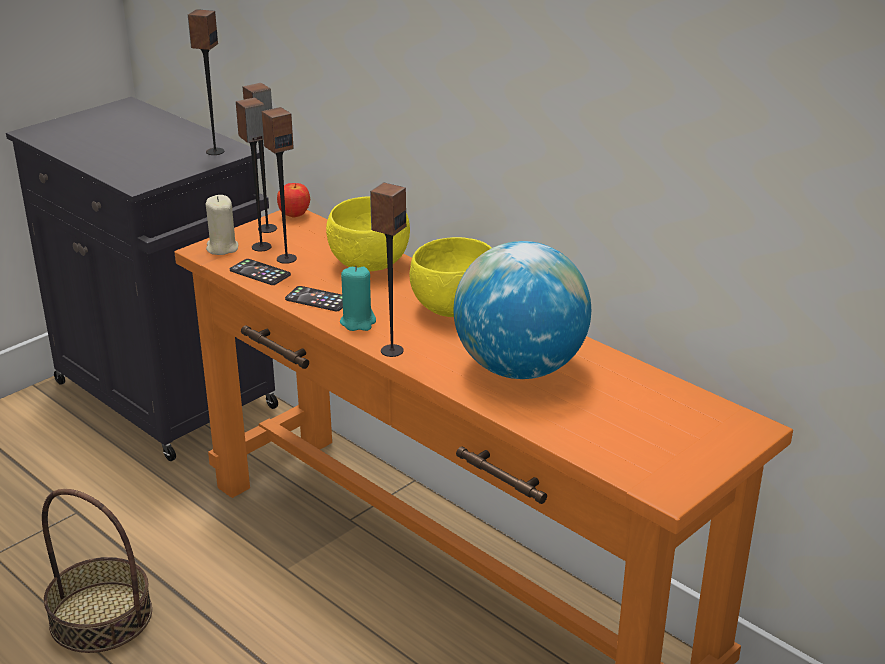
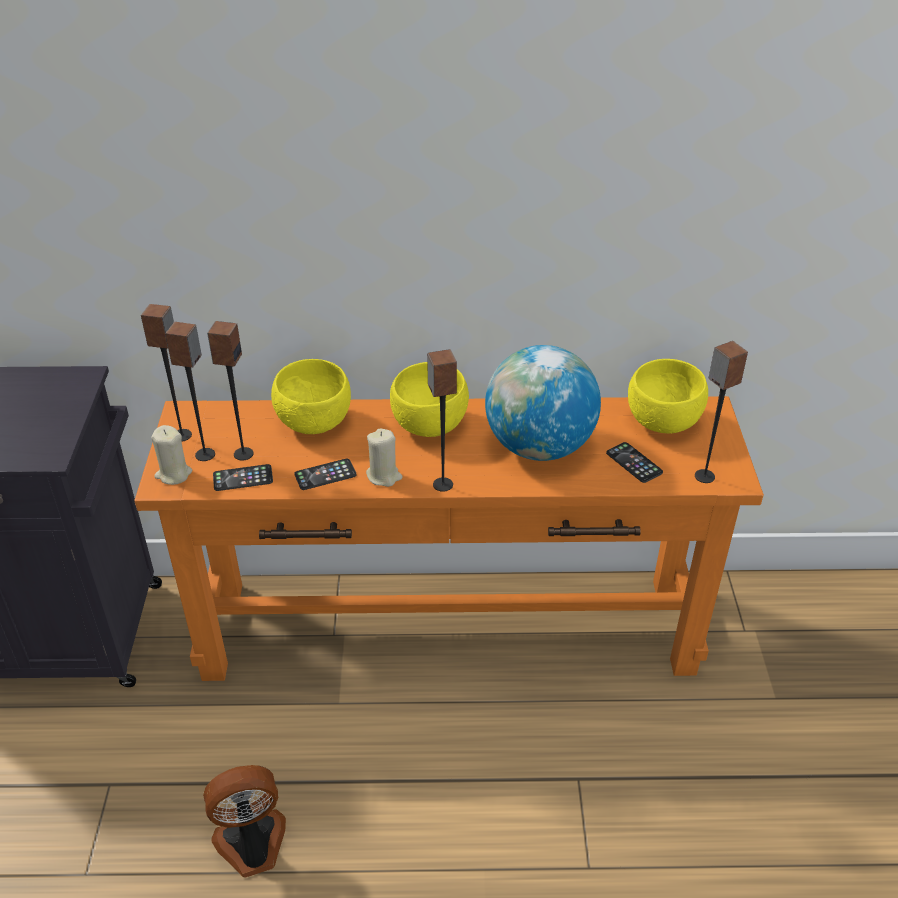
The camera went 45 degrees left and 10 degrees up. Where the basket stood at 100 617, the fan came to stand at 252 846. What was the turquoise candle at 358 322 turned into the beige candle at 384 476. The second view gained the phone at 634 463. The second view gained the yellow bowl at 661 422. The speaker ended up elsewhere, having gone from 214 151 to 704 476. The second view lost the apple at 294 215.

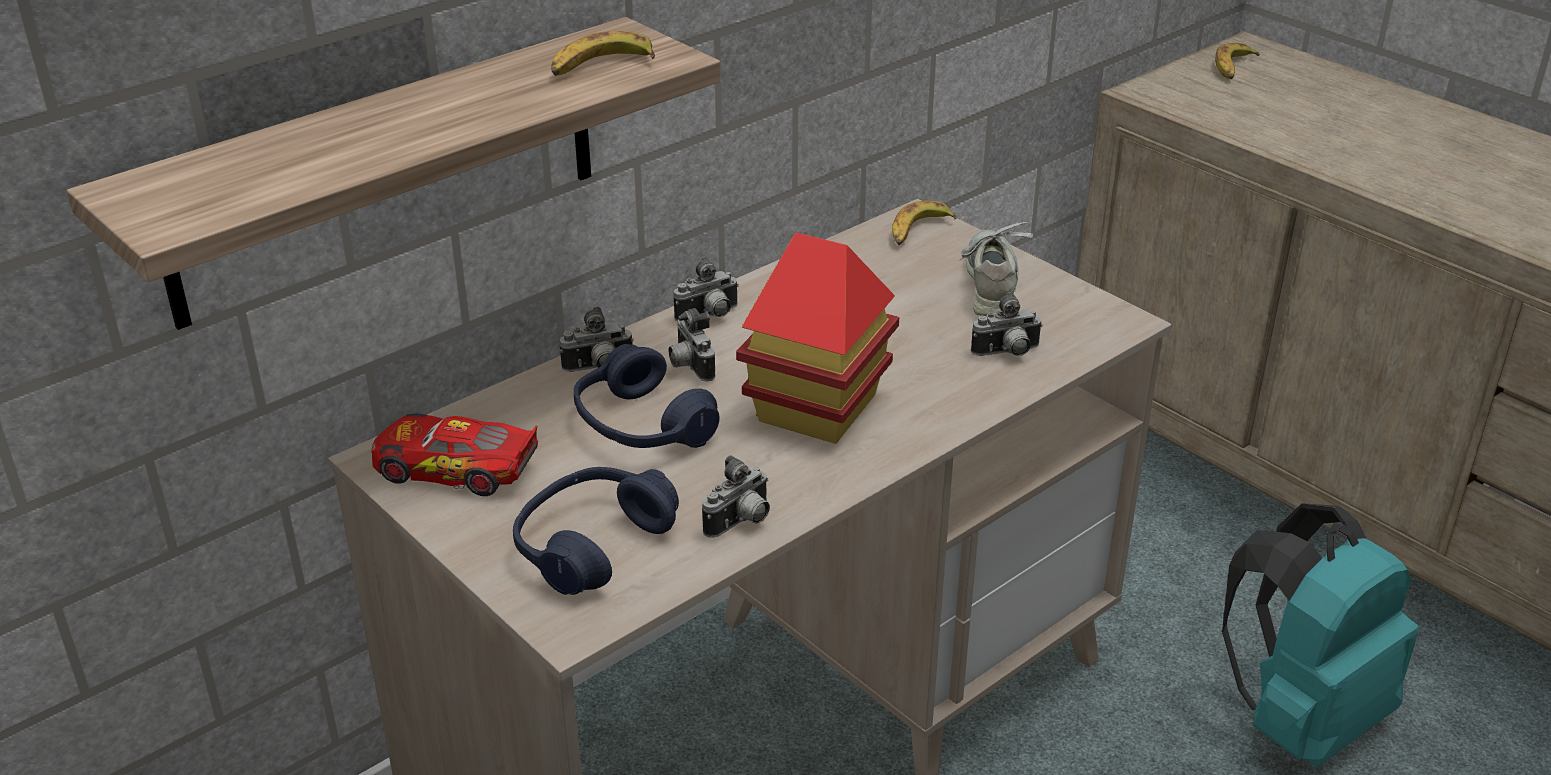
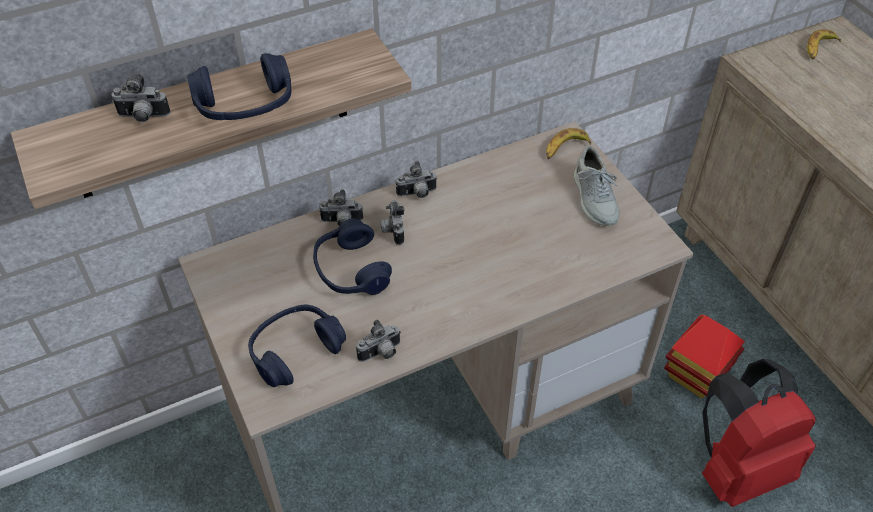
The camera went 15 degrees right and 15 degrees up. The photo camera ended up elsewhere, having gone from 1007 353 to 143 117. The second view gained the blue headphones at 245 105. The grey shoe at 992 283 ended up facing another way, 150 degrees clockwise from before. The toy house ended up elsewhere, having gone from 817 408 to 696 374. What was the turquoise backpack at 1300 718 turned into the red backpack at 738 468. The second view lost the toy car at 455 468. The second view lost the banana at 601 66.

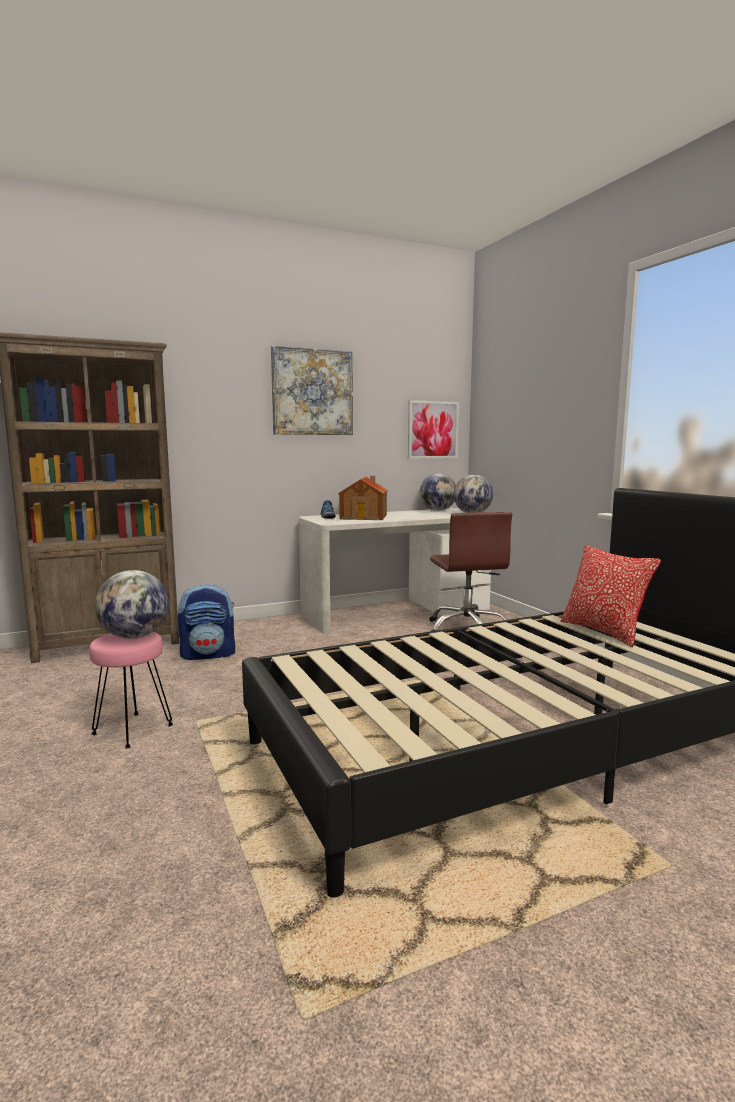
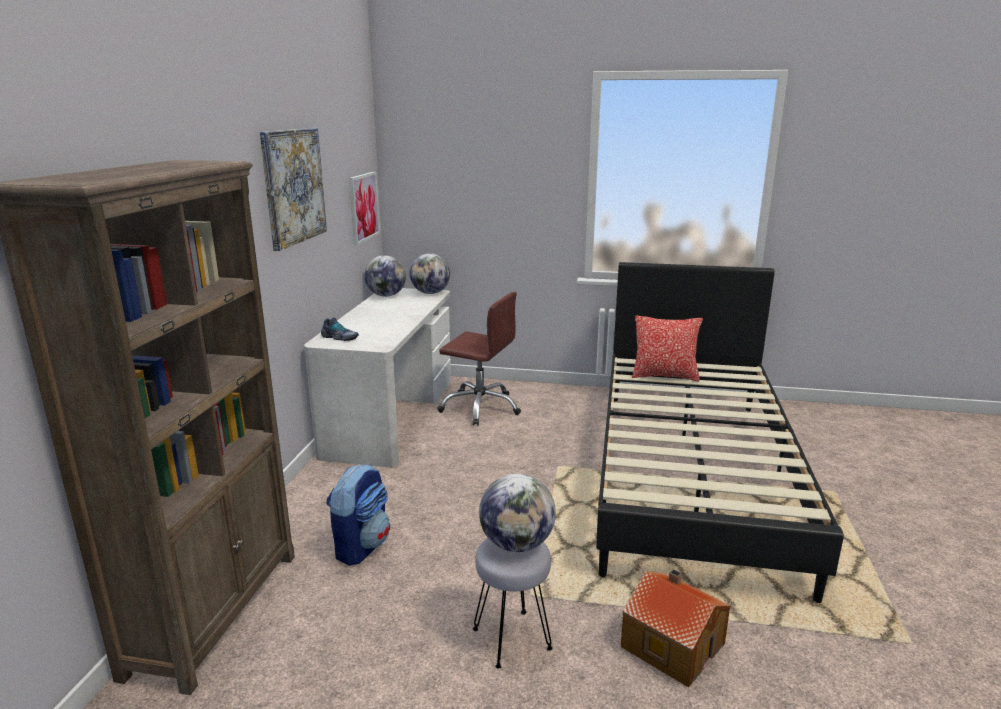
The camera went 55 degrees left and 10 degrees up. What was the pink stool at 133 730 turned into the grey stool at 513 638. The toy house ended up elsewhere, having gone from 364 517 to 672 643.

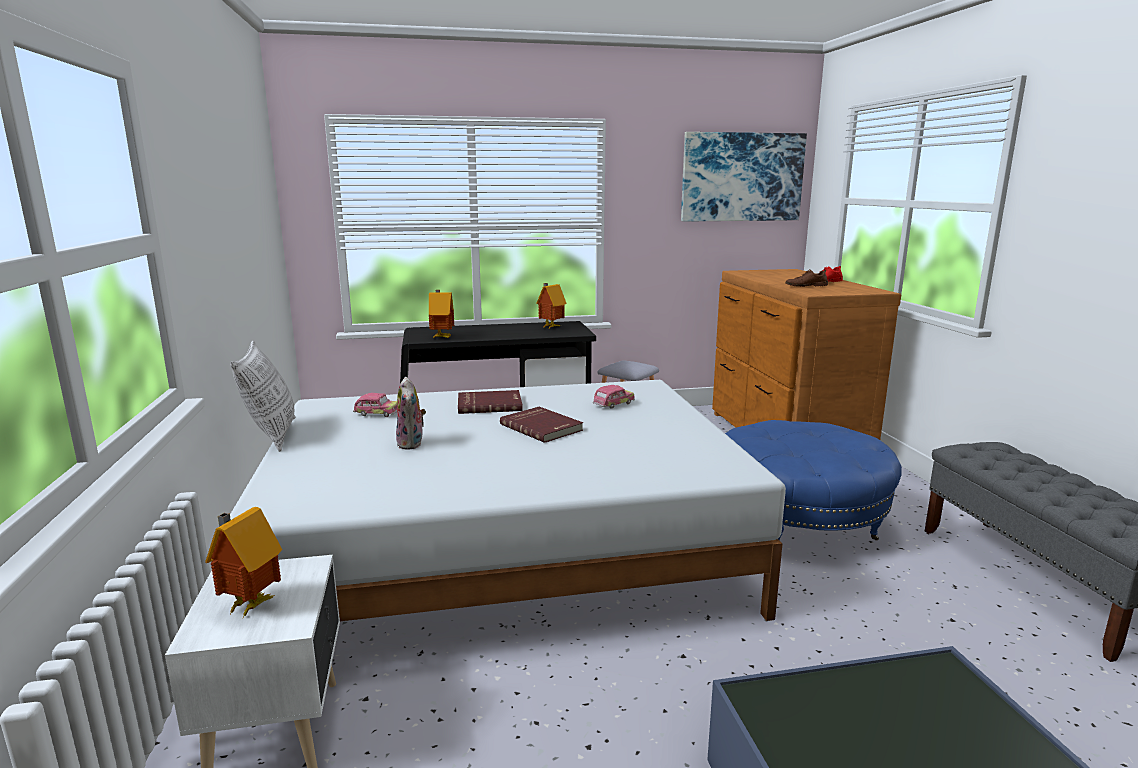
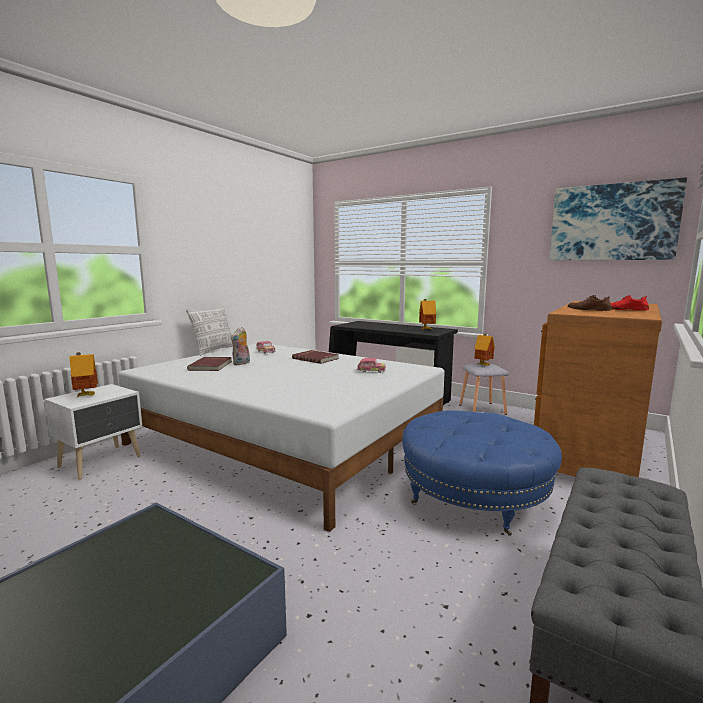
The camera went 45 degrees right and 5 degrees down. The red book ended up elsewhere, having gone from 542 427 to 211 366. The toy house ended up elsewhere, having gone from 442 337 to 483 365.

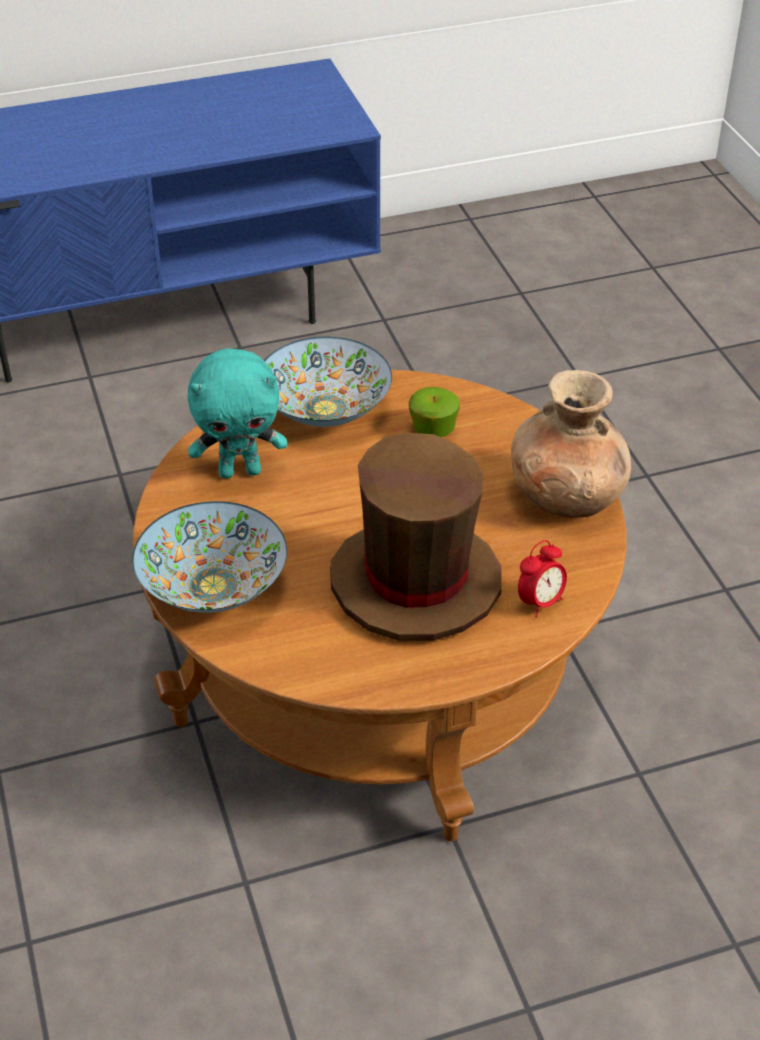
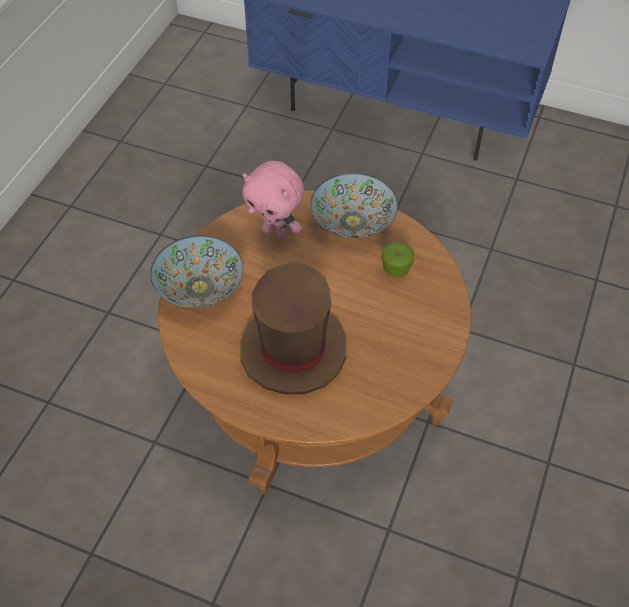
The camera went 40 degrees right and 10 degrees up. What was the turquoise plush toy at 240 471 turned into the pink plush toy at 276 232. The second view lost the brown vase at 567 497. The second view lost the alarm clock at 540 602.

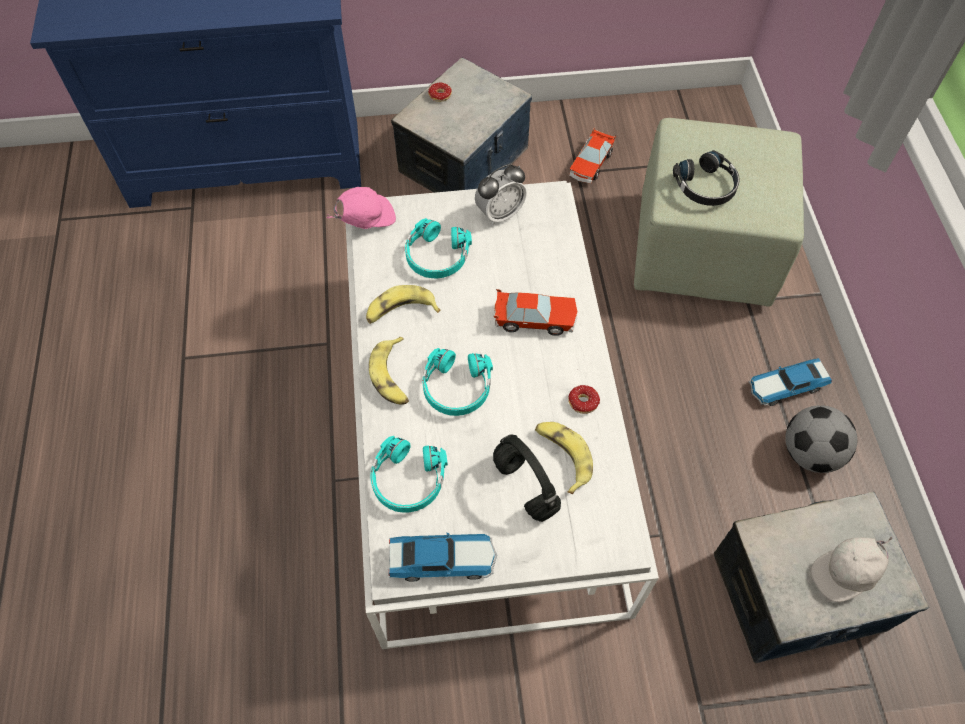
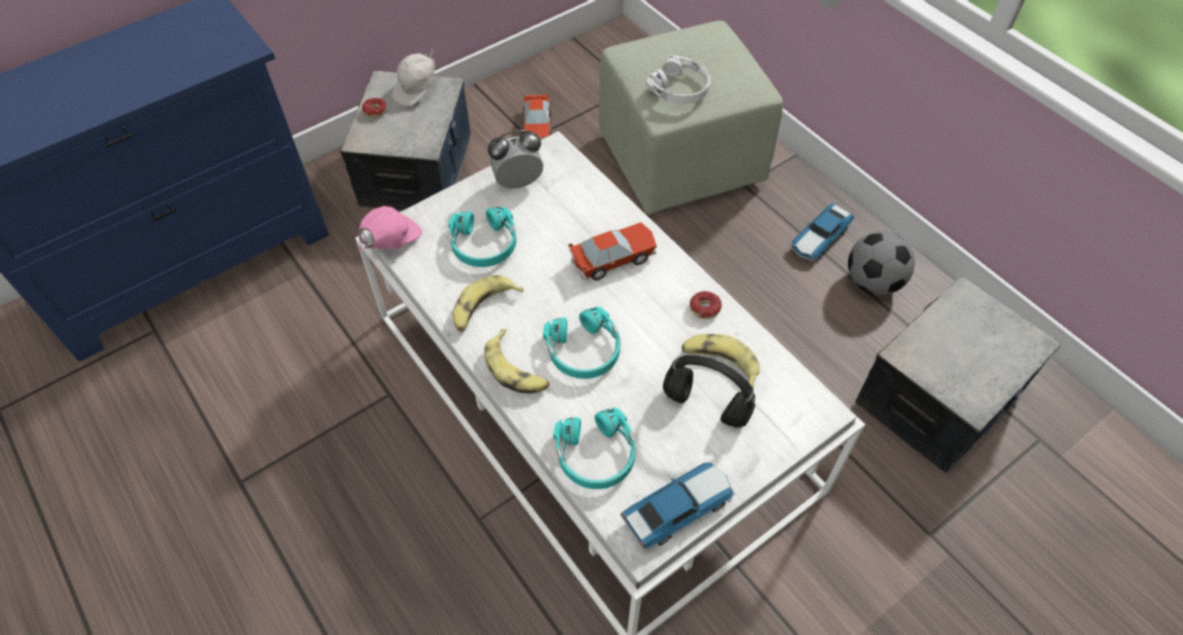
The camera went 30 degrees left and 5 degrees down. The white cap ended up elsewhere, having gone from 845 573 to 417 90. The alarm clock at 500 213 ended up facing another way, 135 degrees counterclockwise from before. What was the black headphones at 706 186 turned into the white headphones at 680 88.

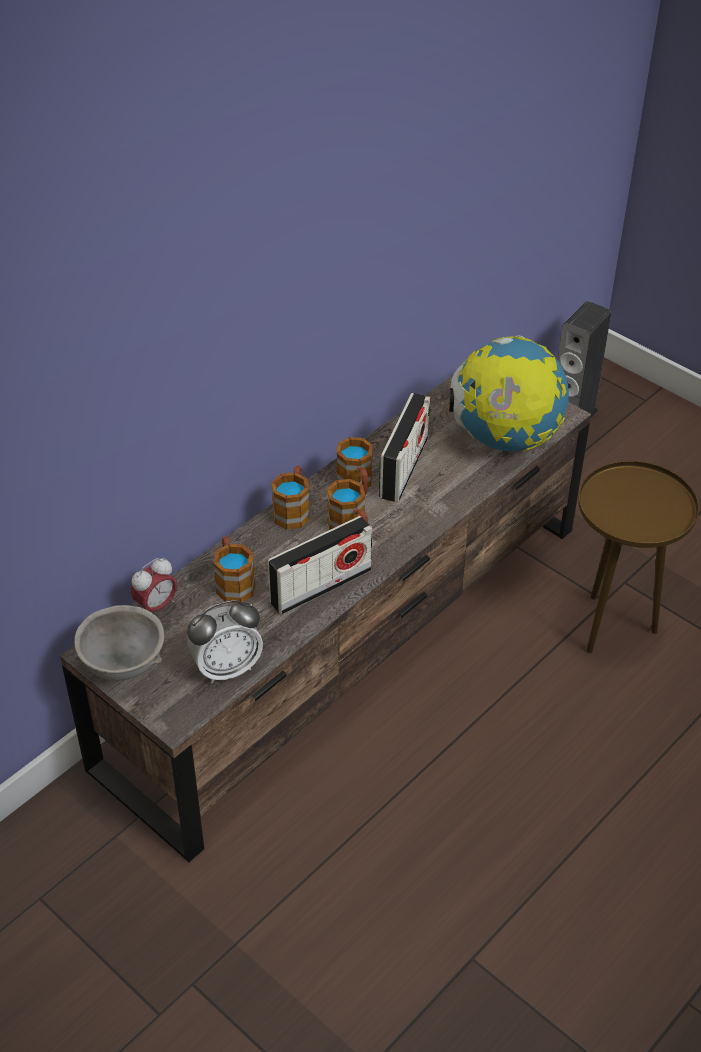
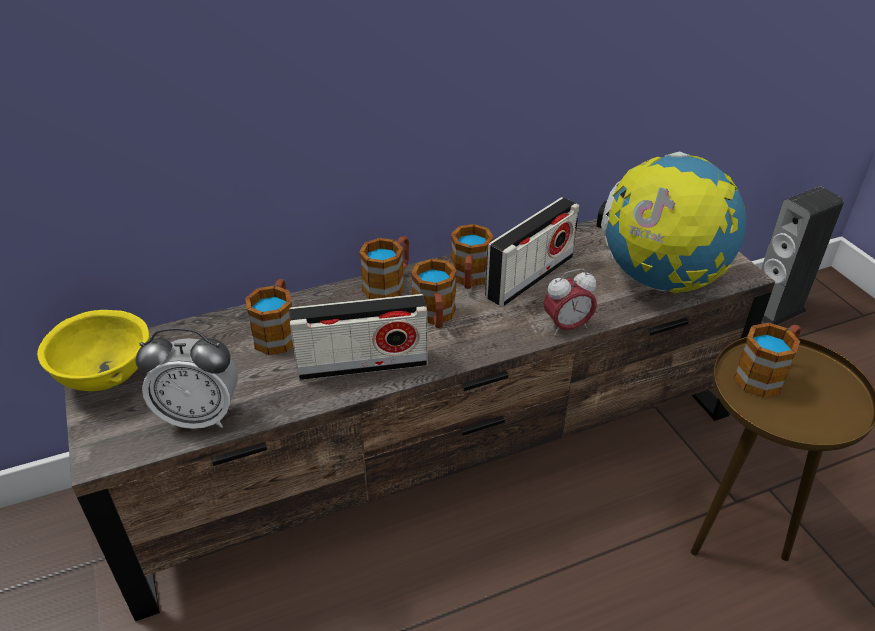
The camera went 25 degrees right and 5 degrees down. What was the grey bowl at 123 664 turned into the yellow bowl at 108 376. The alarm clock ended up elsewhere, having gone from 156 606 to 567 327. The second view gained the mug at 765 375.

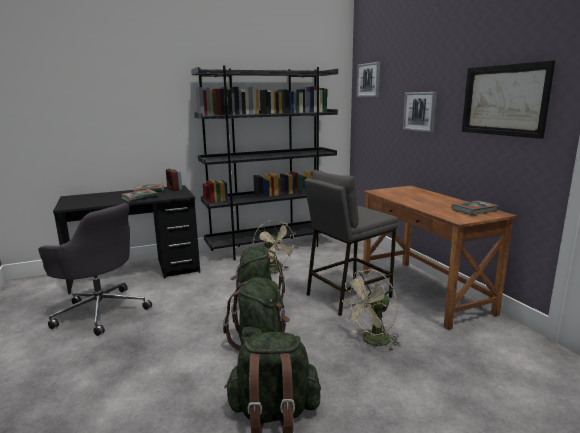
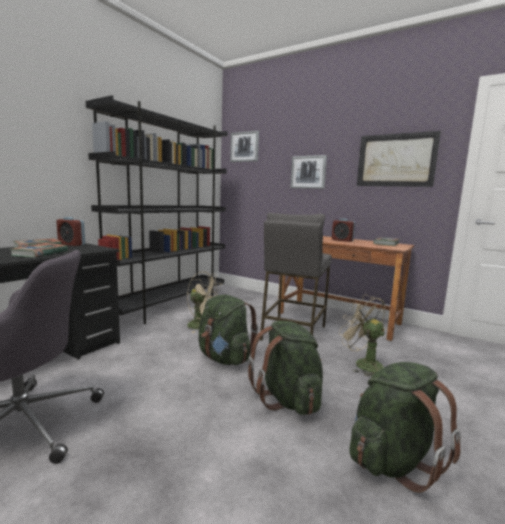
The camera went 35 degrees left and 5 degrees down. The second view gained the alarm clock at 342 240. The beige fan at 372 341 ended up facing another way, 120 degrees clockwise from before.

